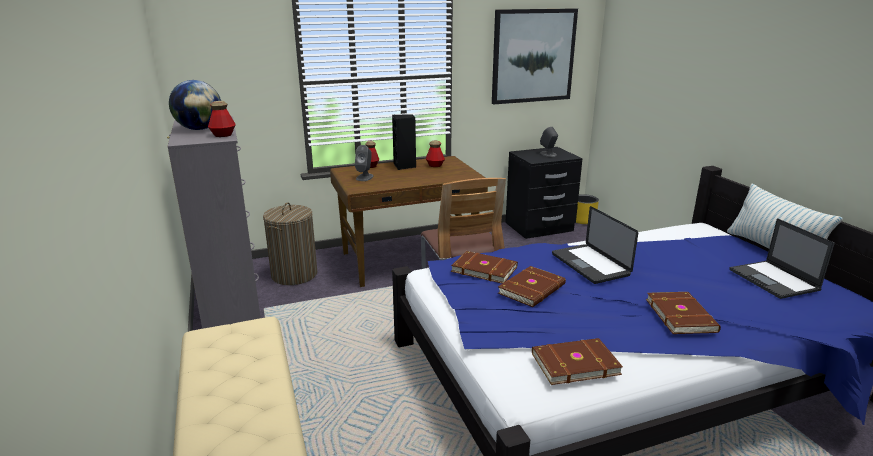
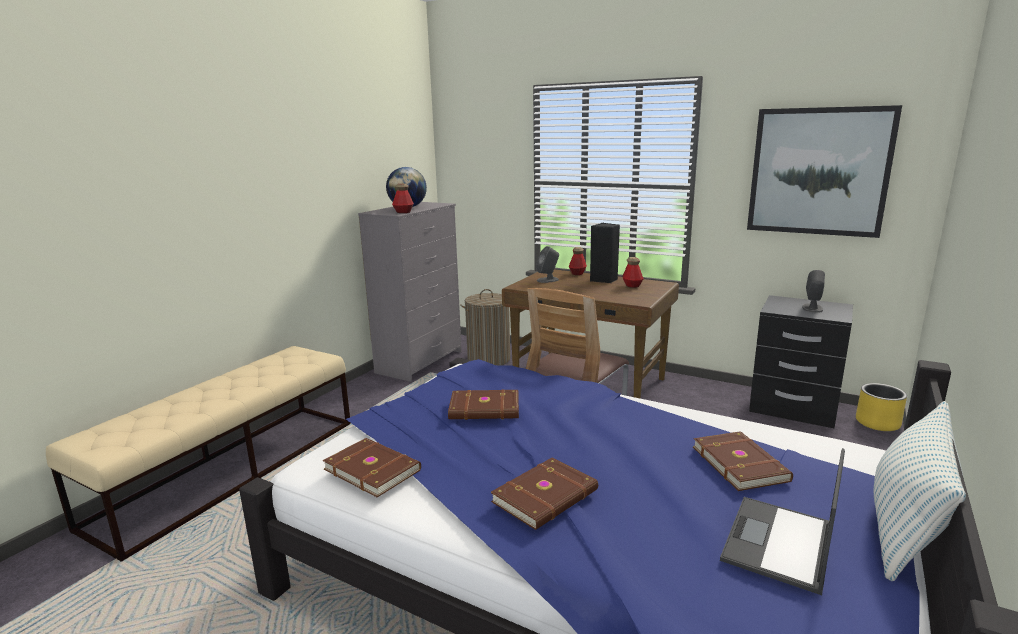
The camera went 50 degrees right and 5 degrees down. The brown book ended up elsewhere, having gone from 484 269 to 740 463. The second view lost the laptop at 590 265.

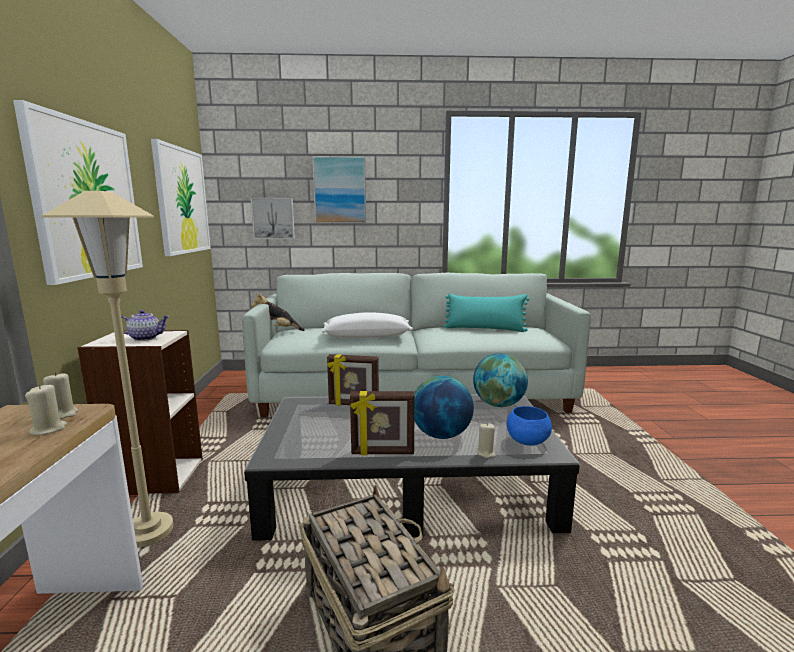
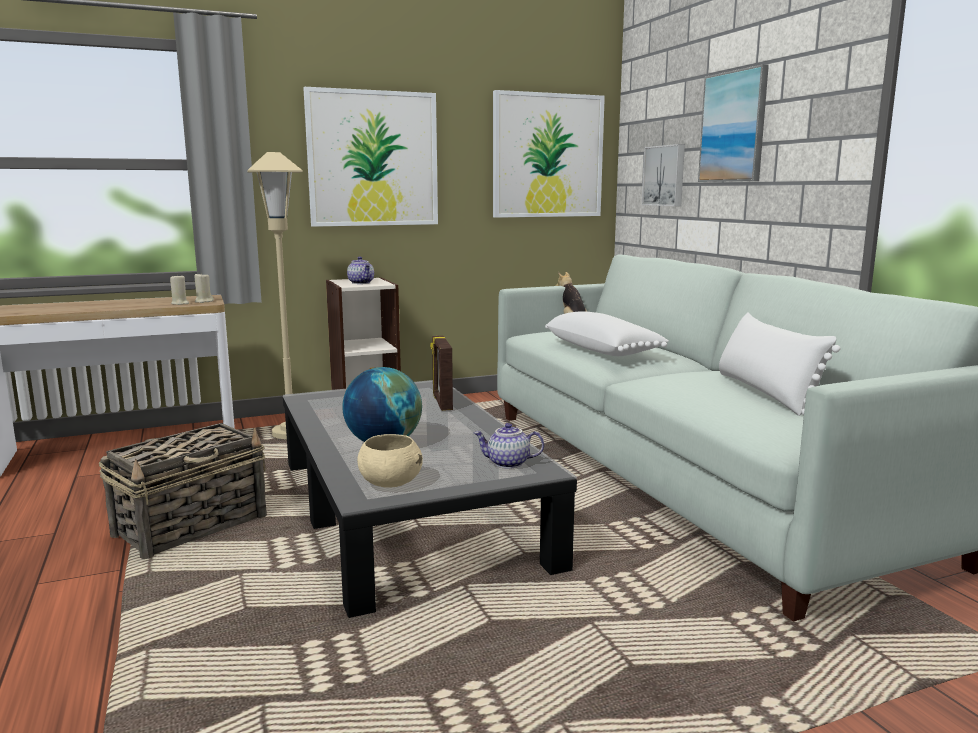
The camera went 70 degrees right and 0 degrees up. What was the blue bowl at 526 441 turned into the beige bowl at 390 483. Where the globe stood at 499 404, the teapot came to stand at 508 463. What was the turquoise pillow at 484 329 turned into the white pillow at 766 393. The second view lost the picture frame at 382 453. The second view lost the beige candle at 486 453.

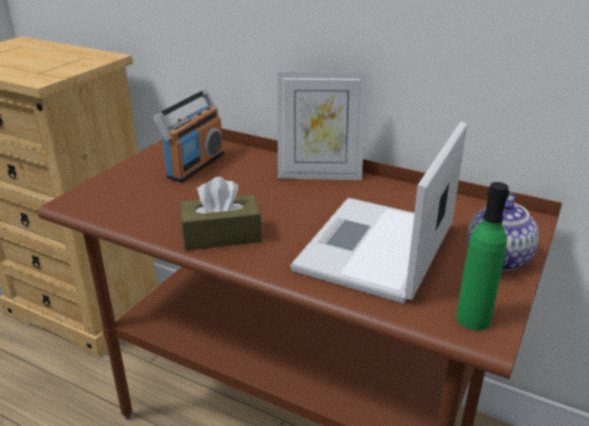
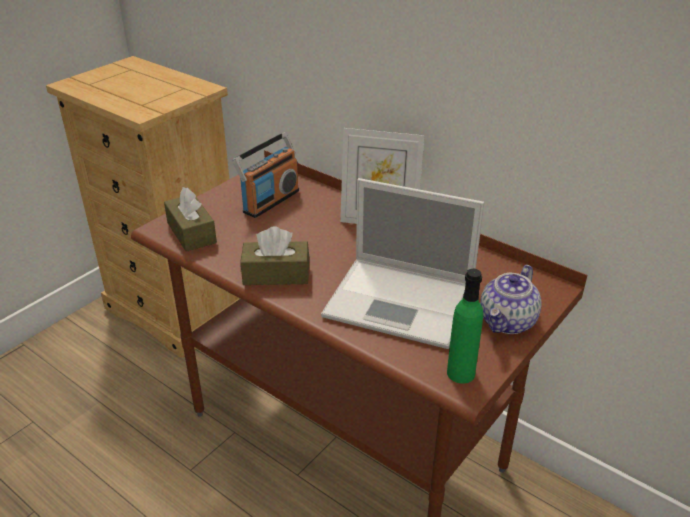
The camera went 10 degrees right and 5 degrees up. The second view gained the brown tissue box at 191 233. The laptop at 375 250 ended up facing another way, 105 degrees counterclockwise from before.

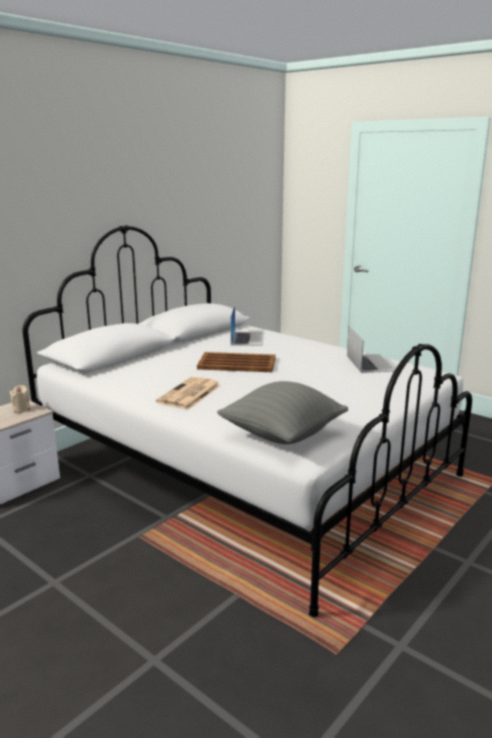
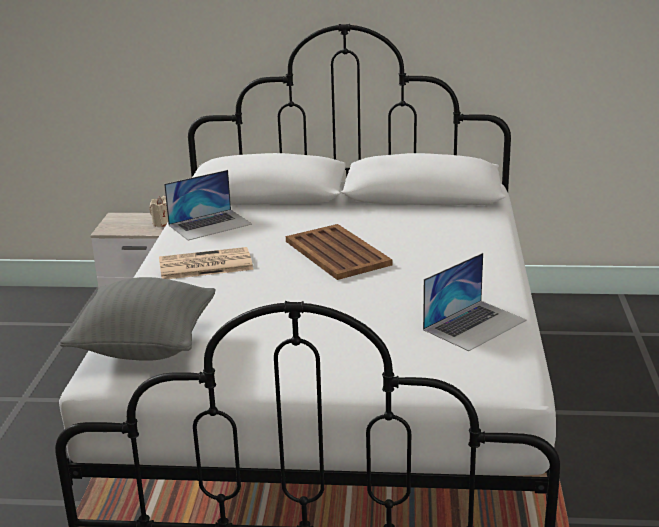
The camera went 55 degrees right and 5 degrees up. The laptop ended up elsewhere, having gone from 247 338 to 210 224.

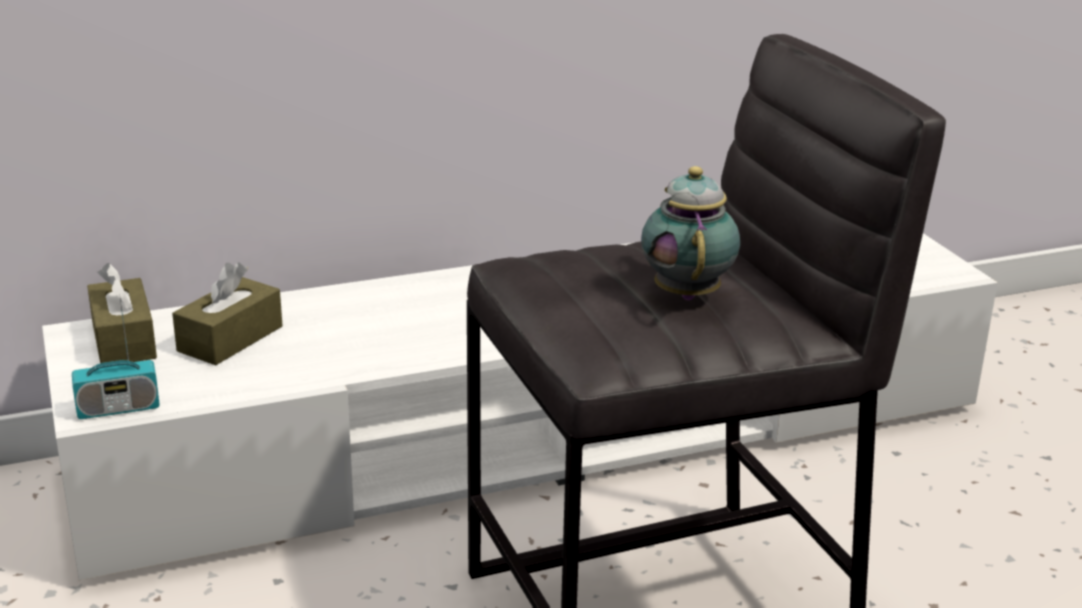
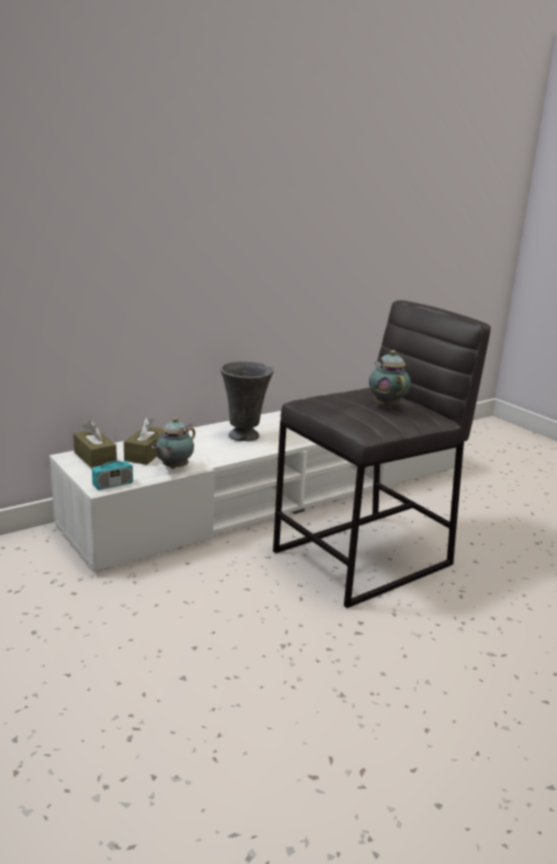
The camera went 15 degrees left and 5 degrees down. The second view gained the teapot at 173 468. The second view gained the grey vase at 244 436.

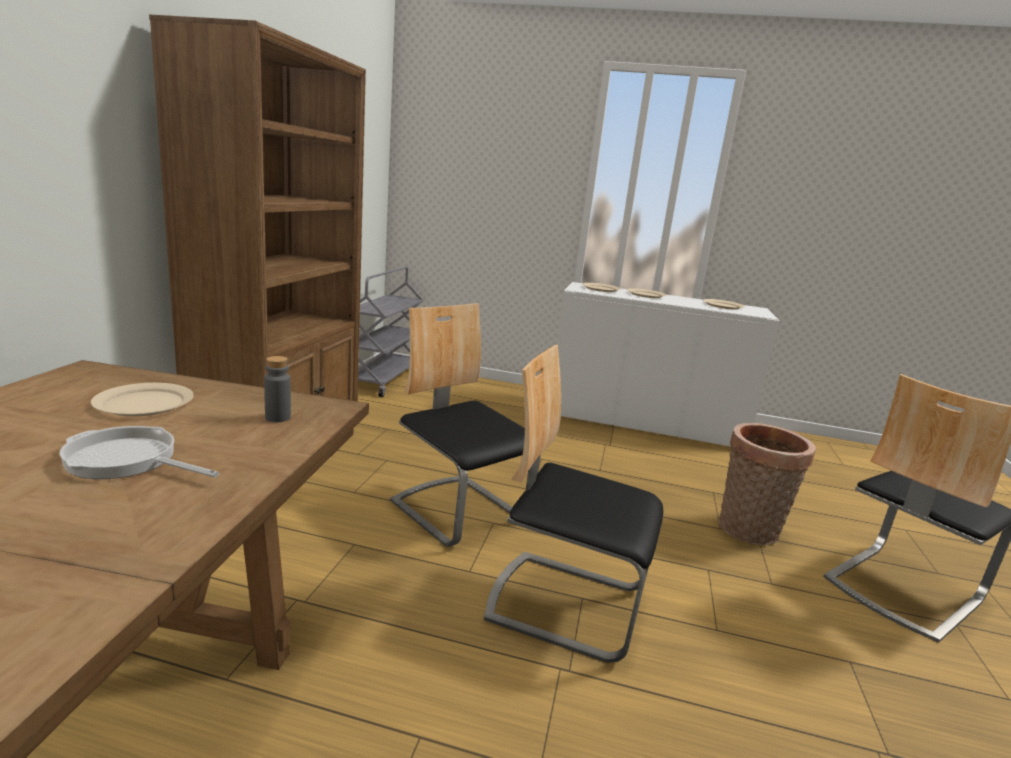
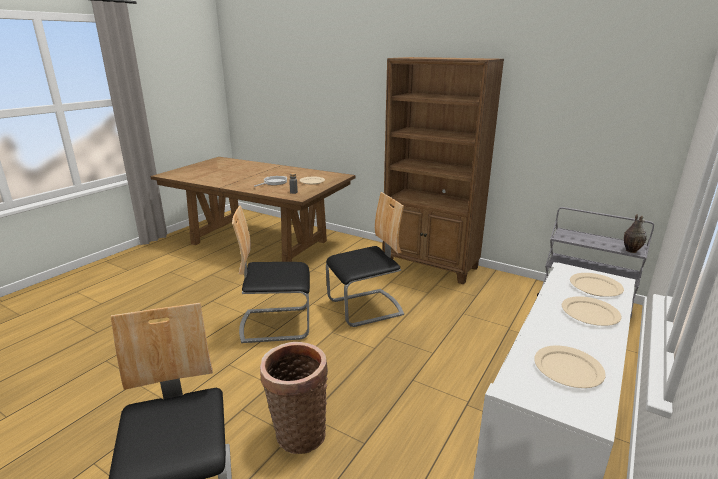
The camera went 110 degrees right and 5 degrees up. The chair at 566 603 ended up facing another way, 135 degrees counterclockwise from before. The second view gained the vase at 630 250.

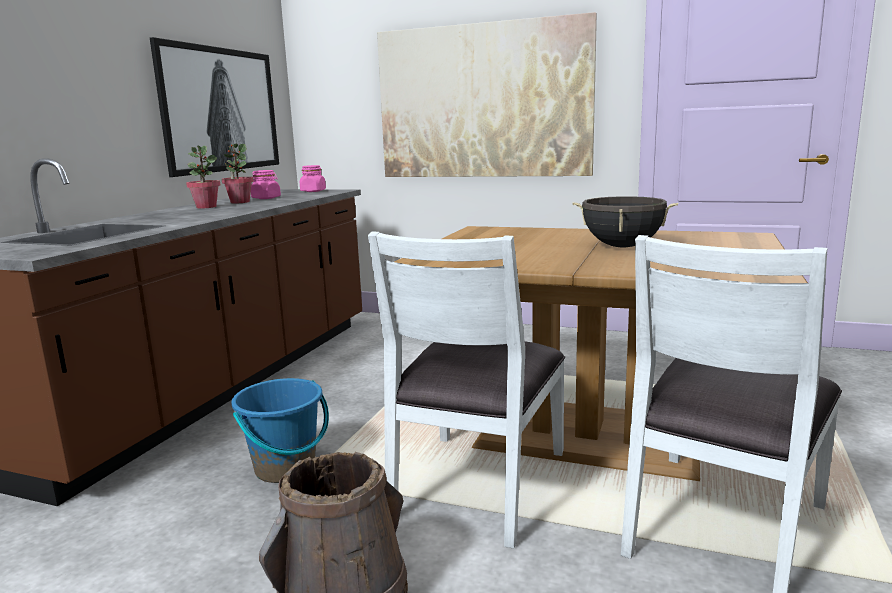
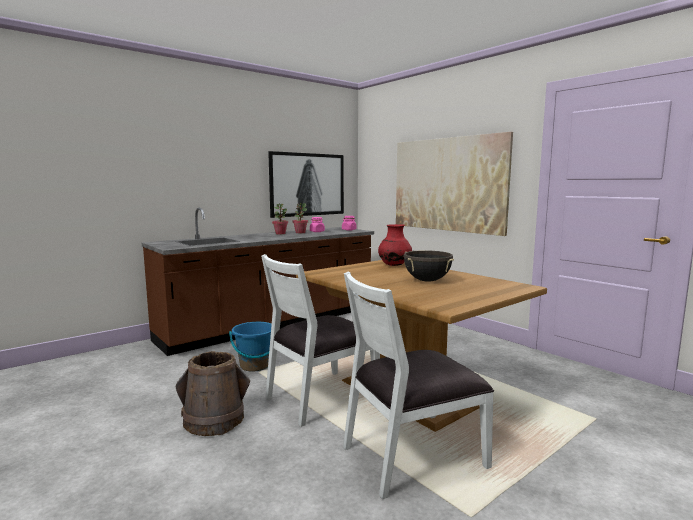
The camera went 30 degrees right and 5 degrees down. The second view gained the red vase at 394 265.

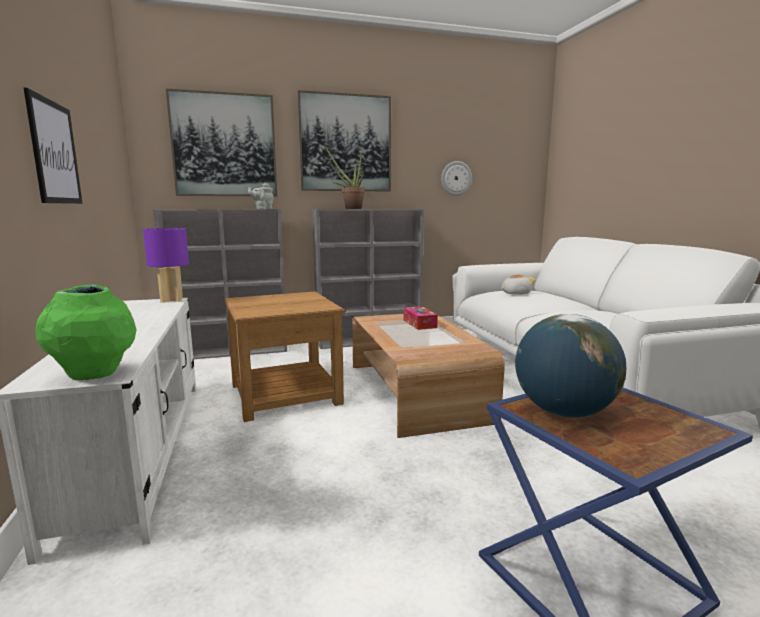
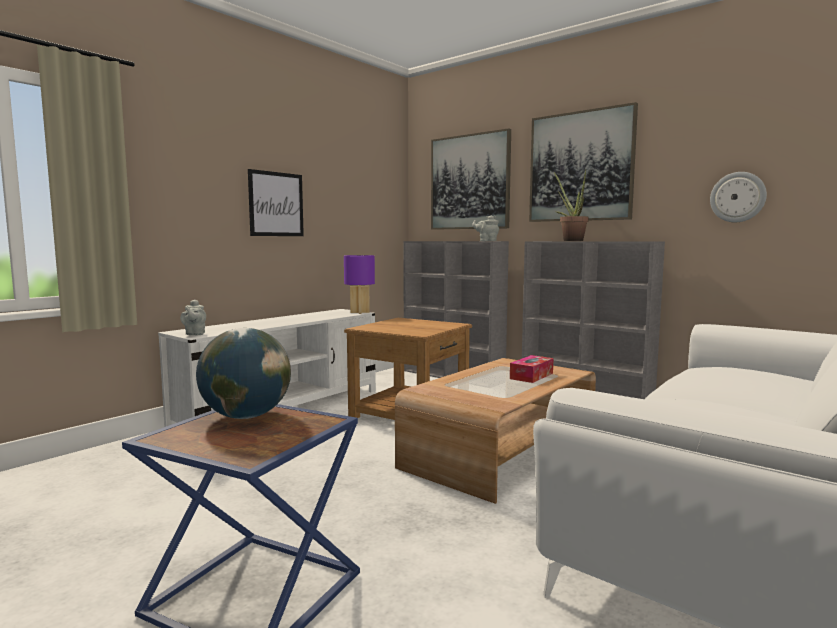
The camera went 55 degrees right and 5 degrees down. Where the green vase stood at 94 375, the grey teapot came to stand at 194 334. The second view lost the plush toy at 515 293.

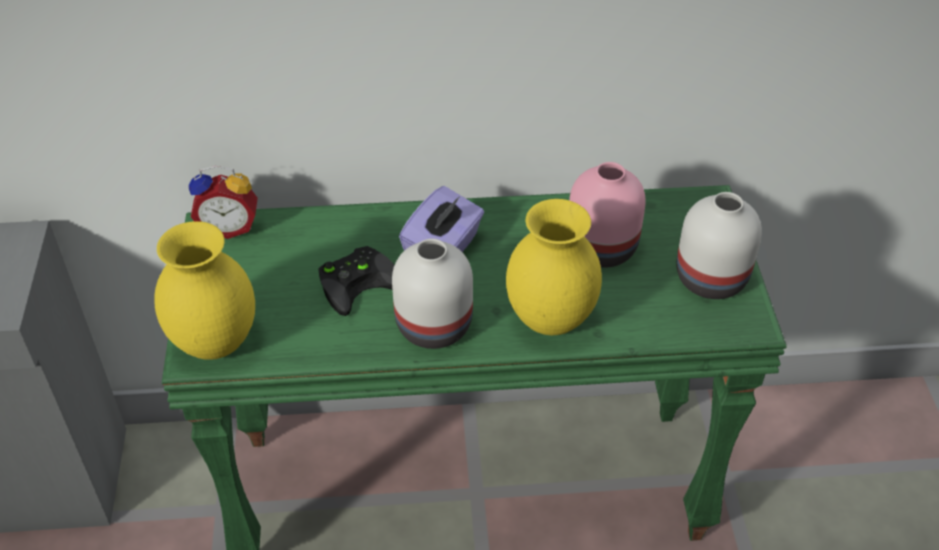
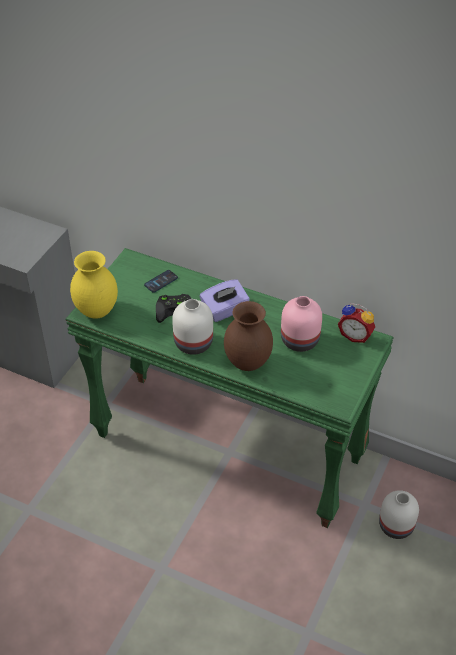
The camera went 30 degrees right and 0 degrees up. The second view gained the phone at 161 281. What was the yellow vase at 549 319 turned into the brown vase at 247 362. The alarm clock ended up elsewhere, having gone from 229 226 to 355 335. The white vase ended up elsewhere, having gone from 709 279 to 395 526.

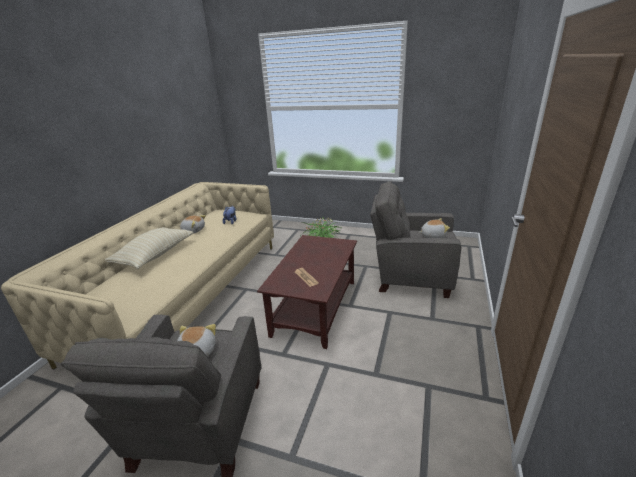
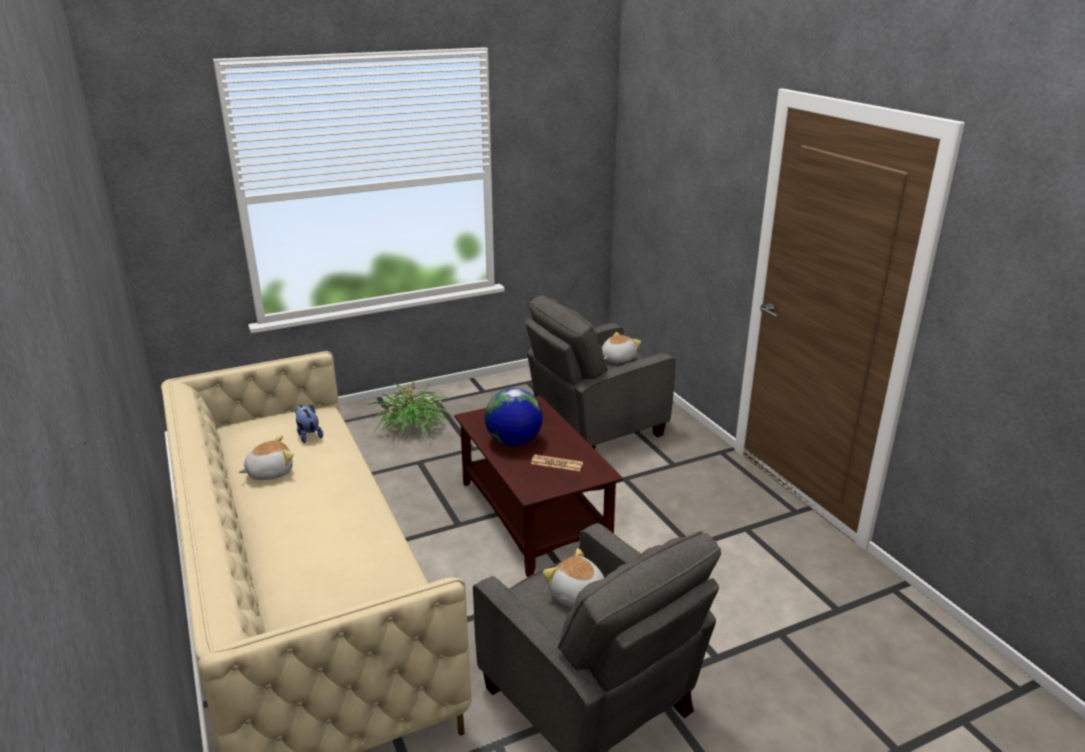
The camera went 45 degrees left and 0 degrees up. The second view gained the globe at 513 442. The second view lost the beige pillow at 155 255.

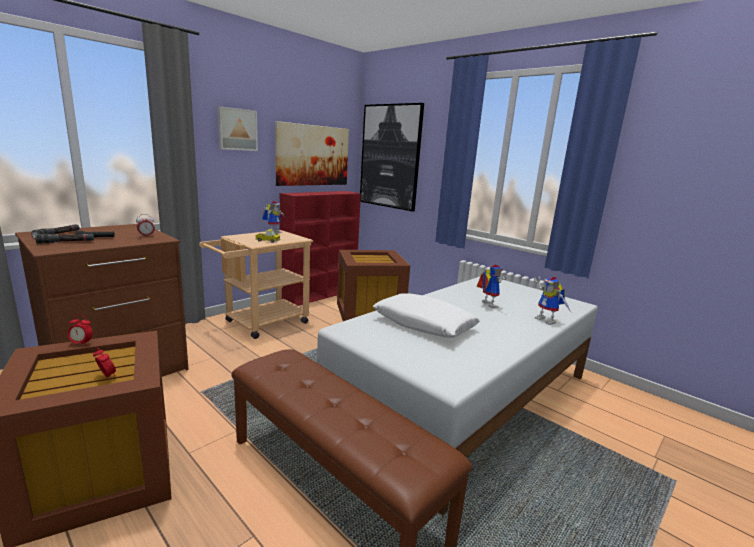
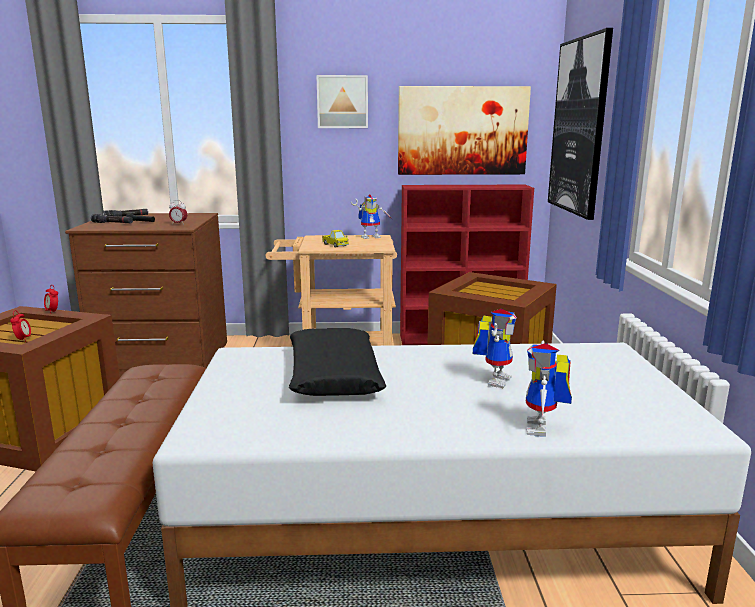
The camera went 45 degrees right and 0 degrees up. What was the white pillow at 424 324 turned into the black pillow at 333 375.

